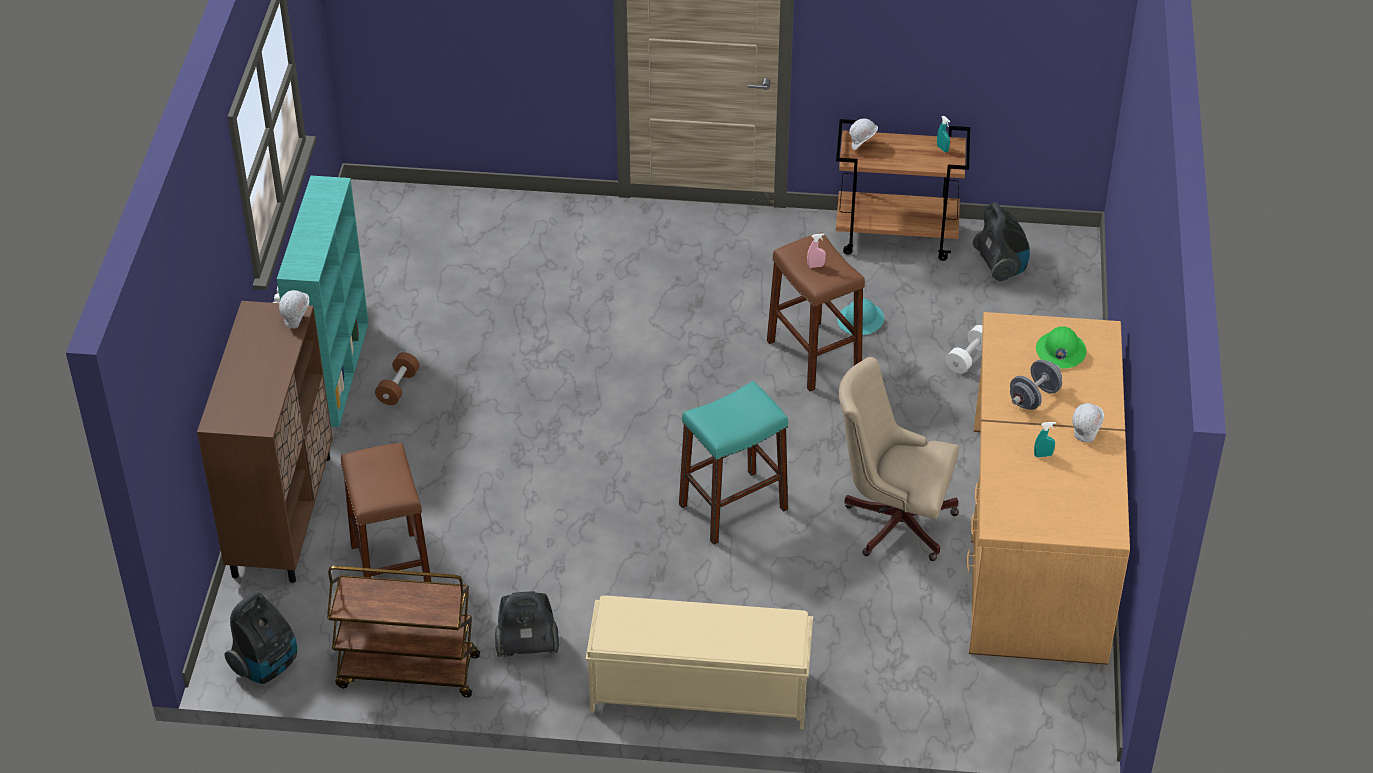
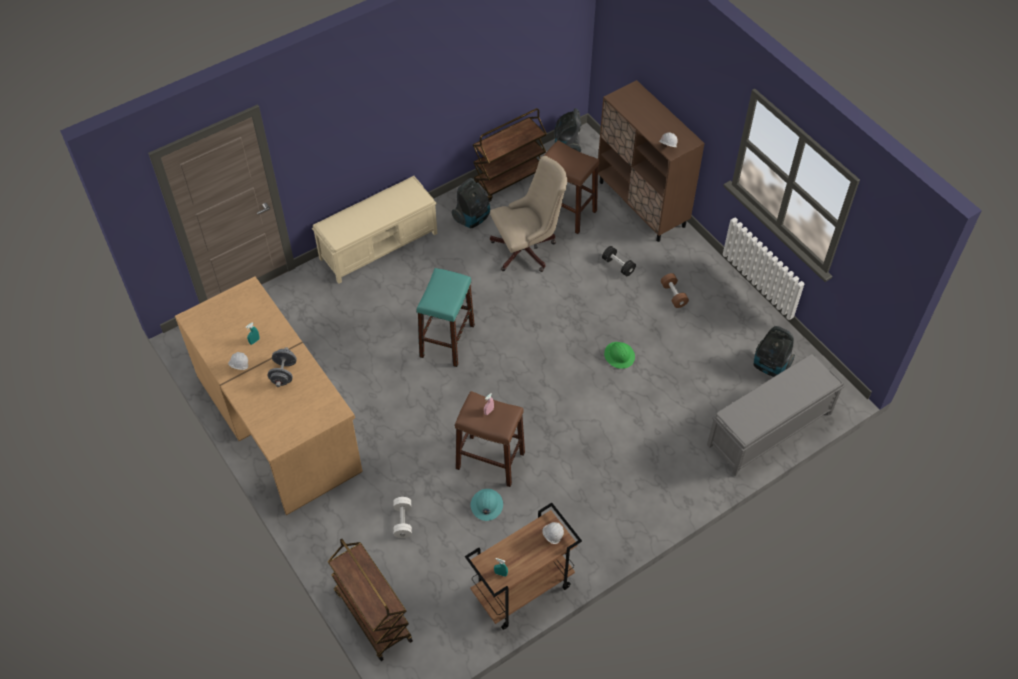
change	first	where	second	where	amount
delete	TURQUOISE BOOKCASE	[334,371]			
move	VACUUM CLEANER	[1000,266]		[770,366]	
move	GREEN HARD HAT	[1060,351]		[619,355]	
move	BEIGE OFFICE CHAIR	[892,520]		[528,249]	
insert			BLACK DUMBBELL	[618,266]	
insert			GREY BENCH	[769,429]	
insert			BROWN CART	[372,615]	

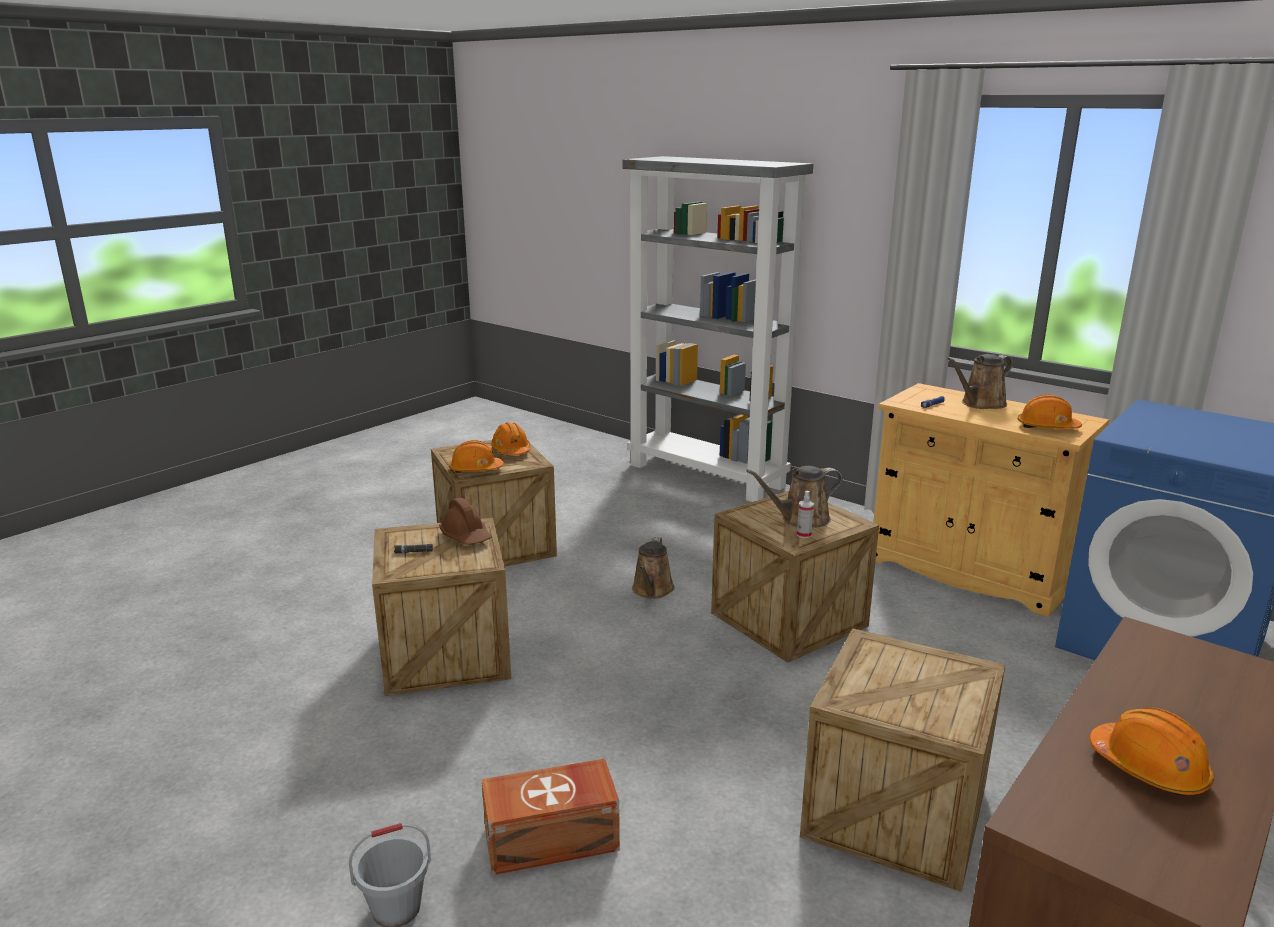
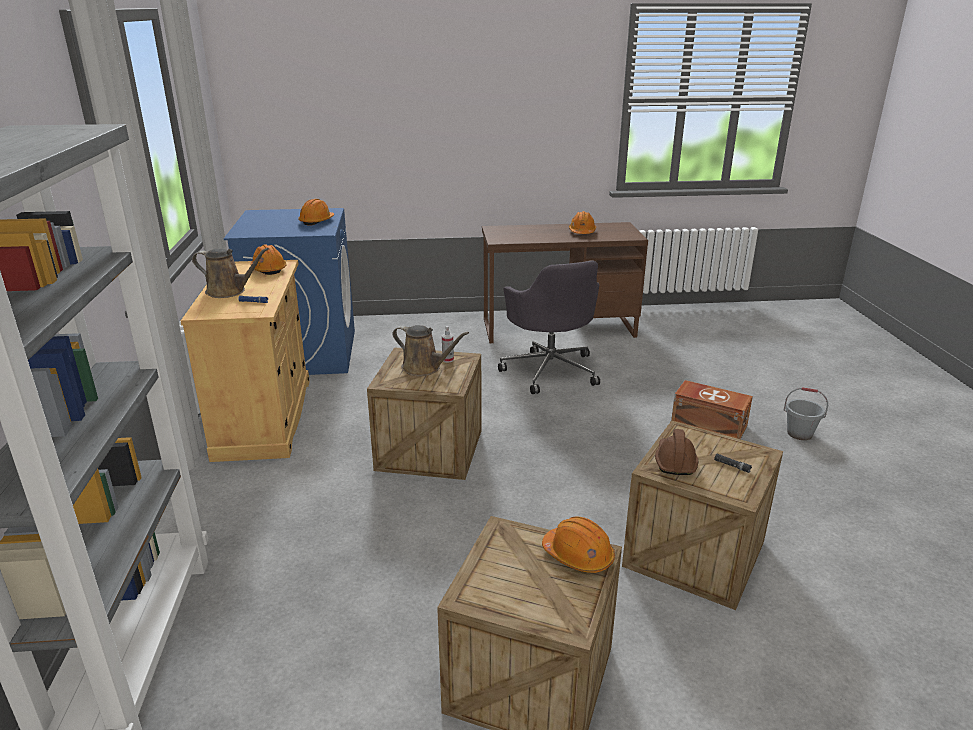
change	first	where	second	where	amount
move	ORANGE HARD HAT	[511,451]		[316,221]	
delete	BROWN WATERING CAN	[652,590]			
replace	CRATE	[895,812]	GREY OFFICE CHAIR	[550,370]	

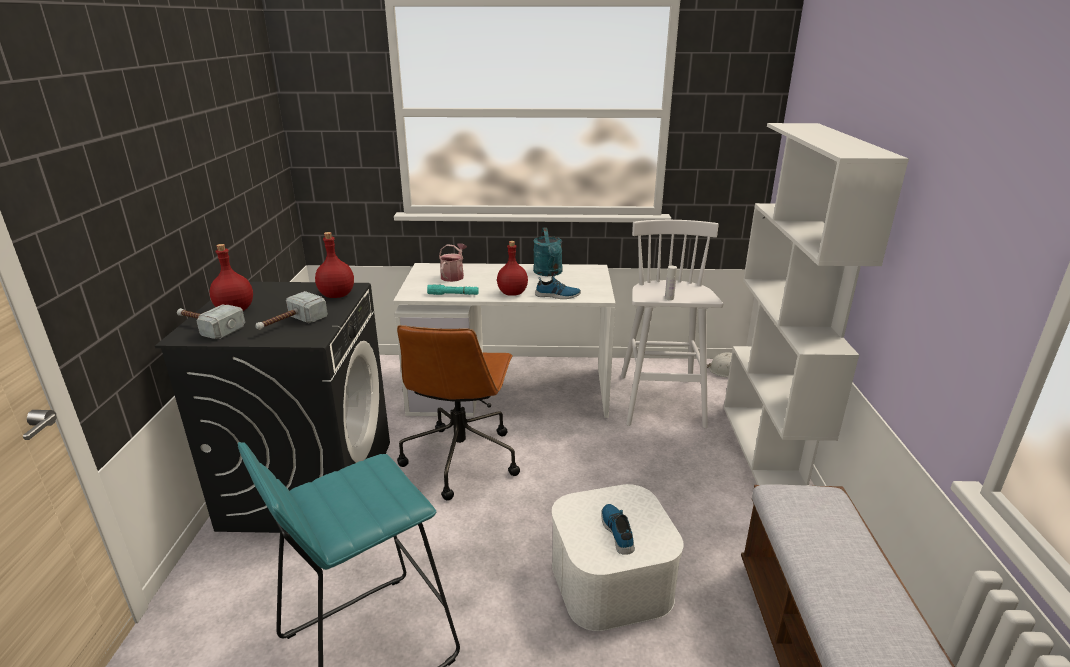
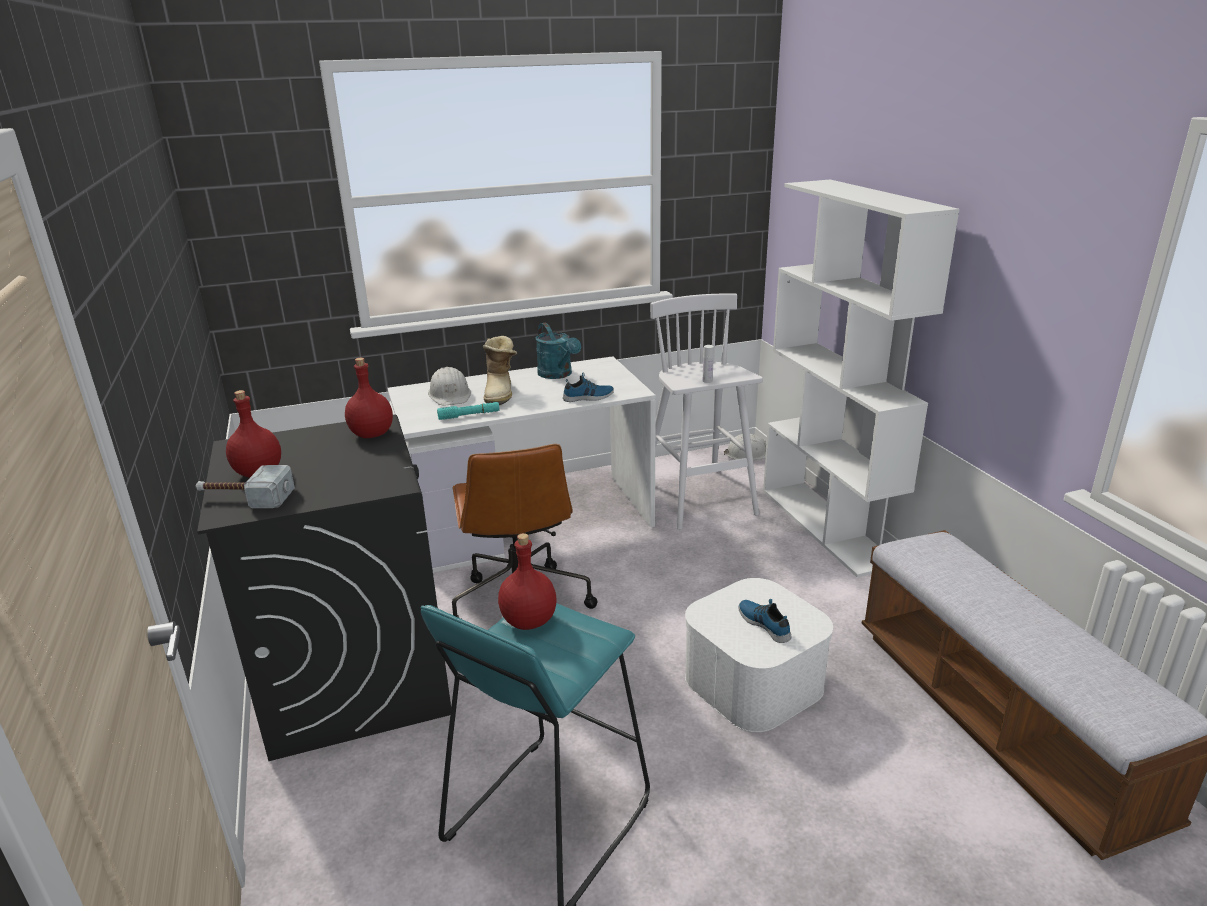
change	first	where	second	where	amount
move	RED BOTTLE	[513,293]		[530,621]	
replace	WATERING CAN	[453,276]	WHITE HARD HAT	[450,395]	
delete	HAMMER	[290,324]			
insert			BOOT	[501,393]	

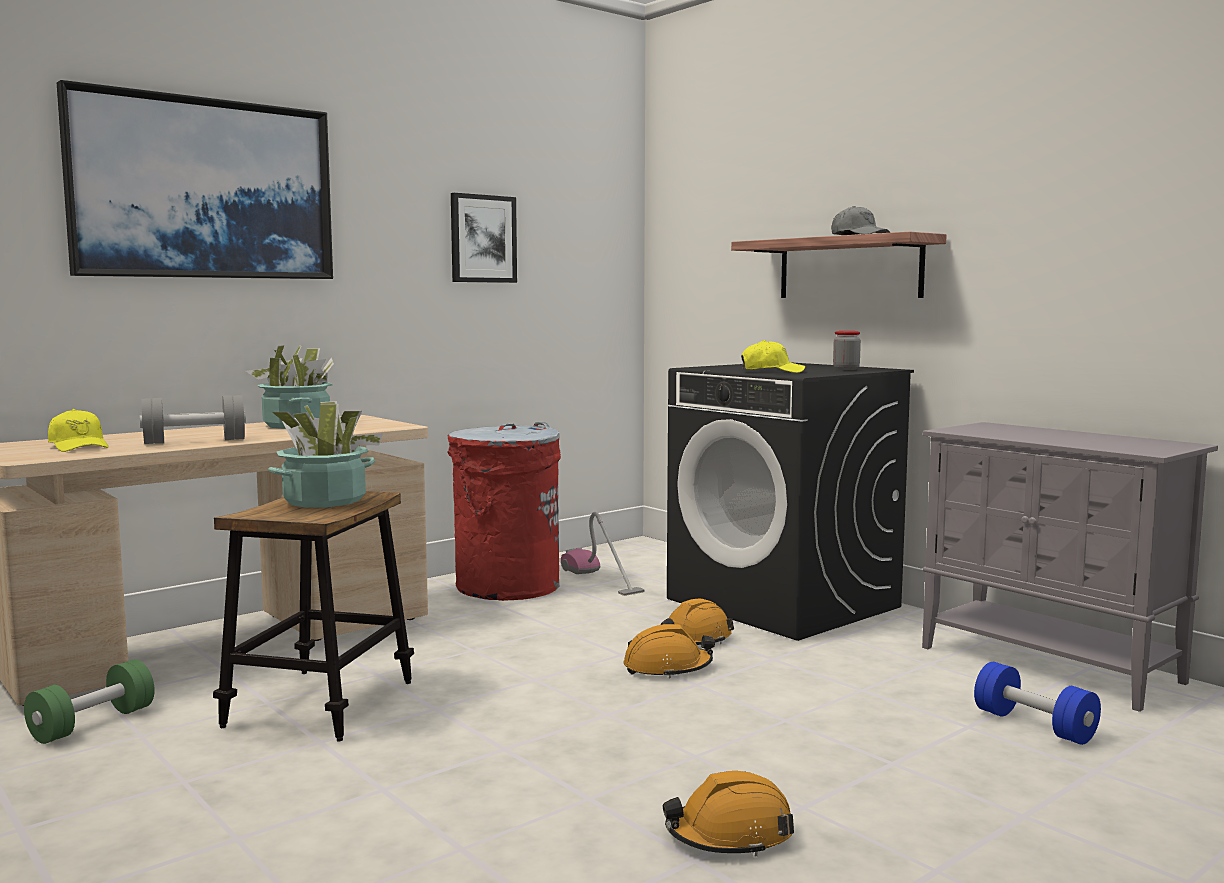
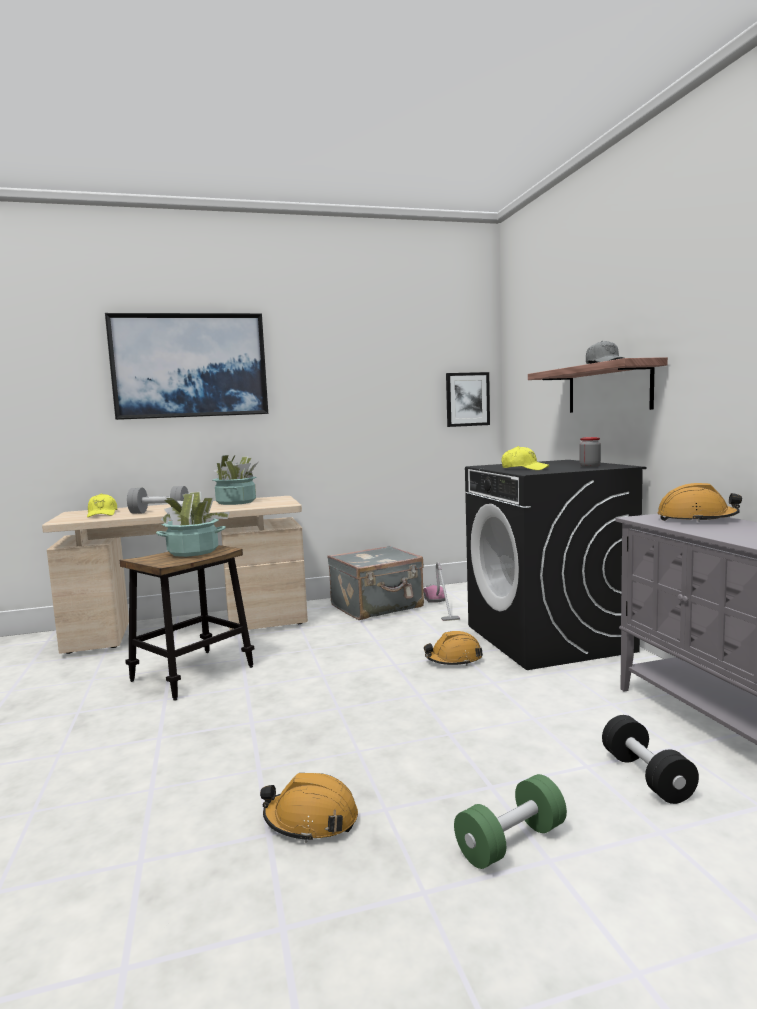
change	first	where	second	where	amount
move	PICTURE	[483,239]		[467,399]	
replace	RED TRASH CAN	[506,586]	GREY SUITCASE	[378,607]	
move	ORANGE HARD HAT	[667,668]		[696,519]	
move	GREEN DUMBBELL	[93,724]		[511,842]	
recolor	BLUE DUMBBELL	[1034,726]	BLACK DUMBBELL	[646,776]	

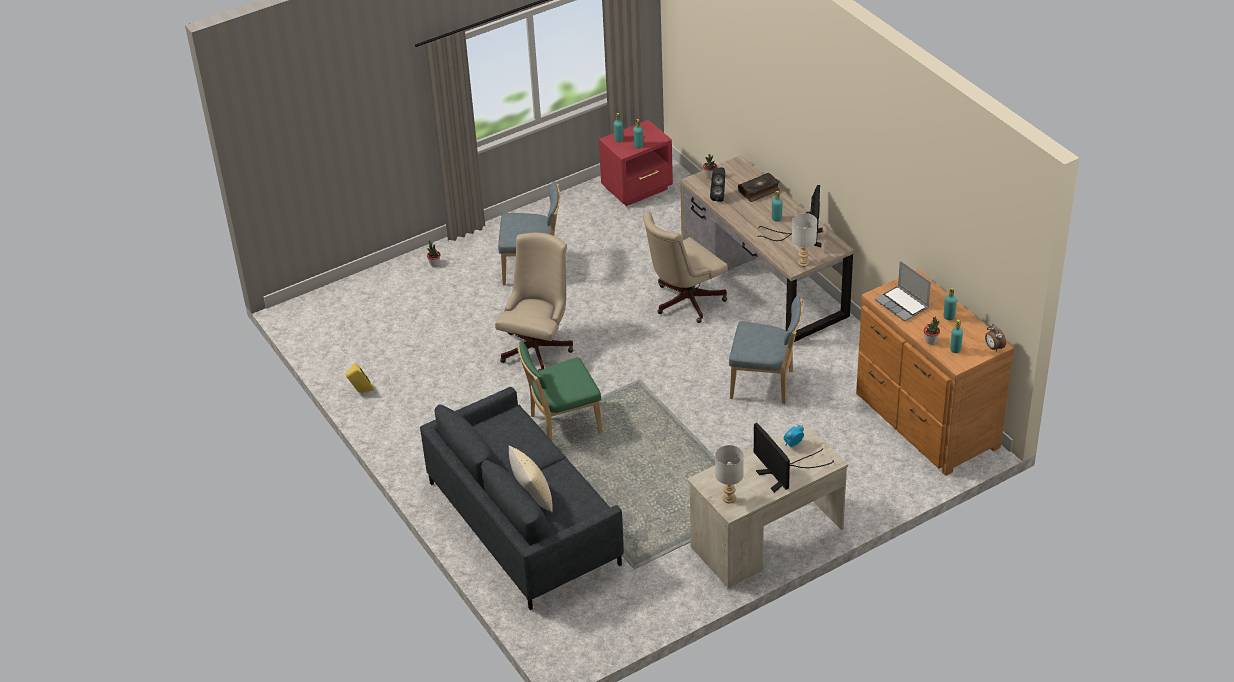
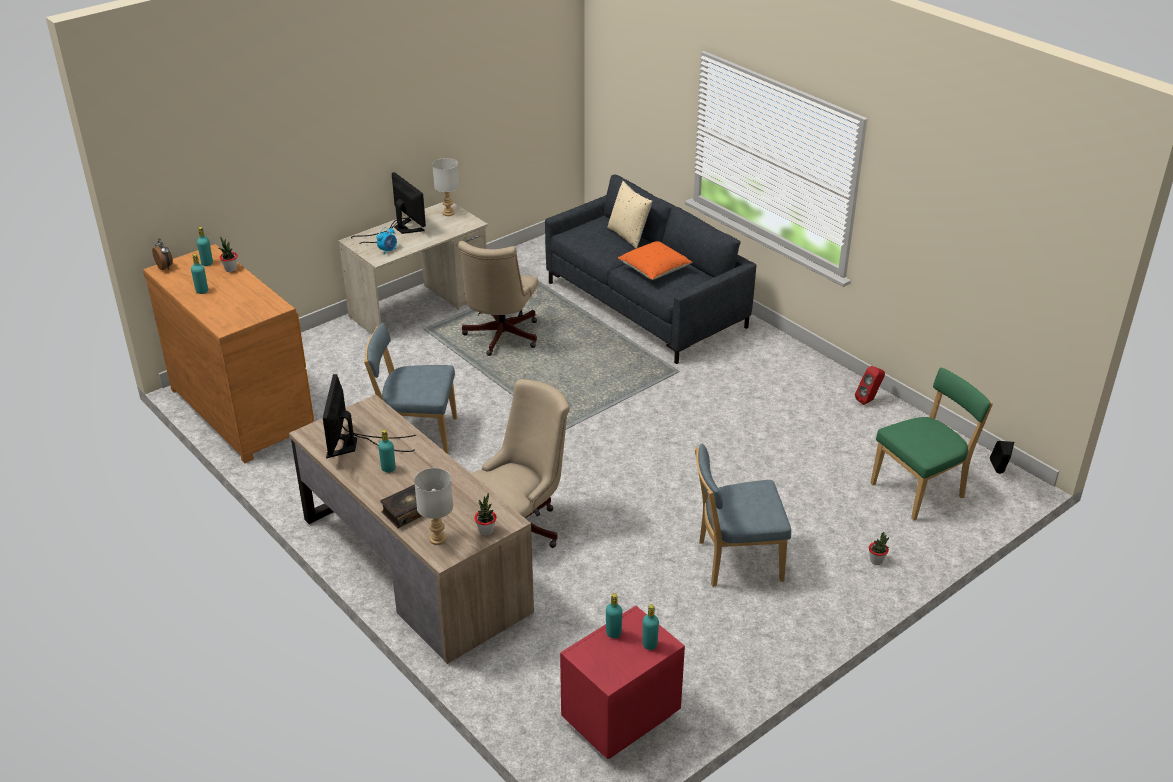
change	first	where	second	where	amount
move	BLACK SPEAKER	[719,196]		[998,472]	
move	GREY TABLE LAMP	[803,263]		[437,538]	
move	BEIGE OFFICE CHAIR	[538,346]		[500,338]	
delete	LAPTOP	[902,305]			
move	GREEN CHAIR	[562,425]		[921,490]	
recolor	YELLOW SPEAKER	[361,391]	RED SPEAKER	[868,400]	
insert			ORANGE PILLOW	[654,270]	

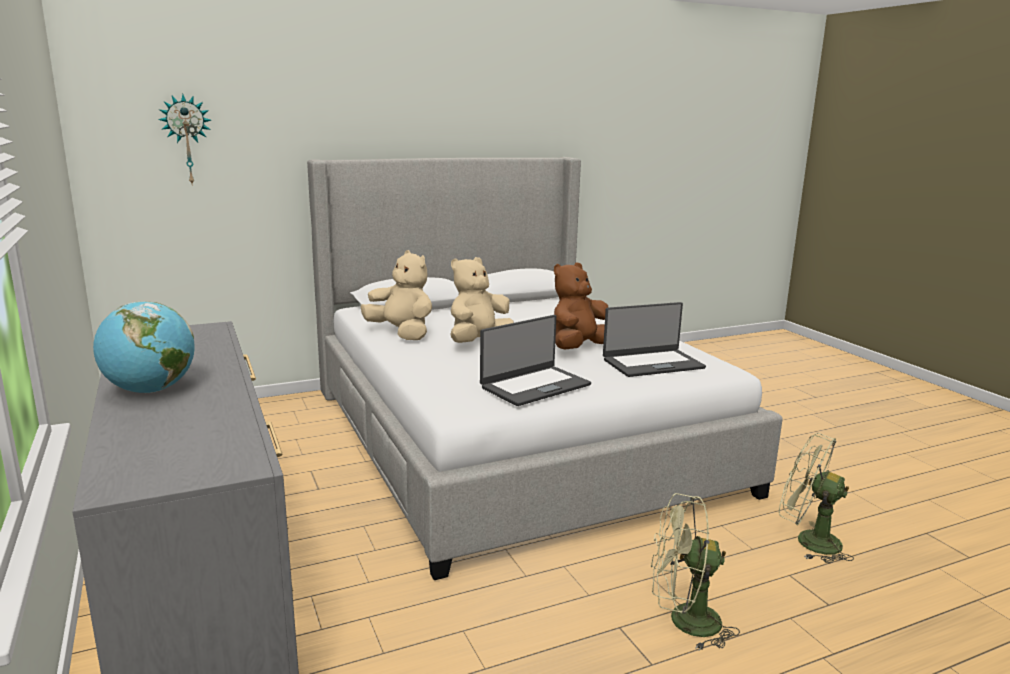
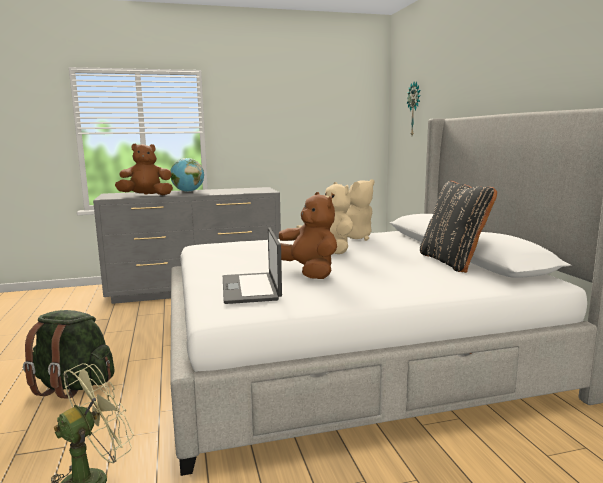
change	first	where	second	where	amount
delete	LAPTOP	[534,386]			
replace	GREEN FAN	[684,622]	GREEN BACKPACK	[73,386]	
insert			BROWN PLUSH TOY	[146,196]	
insert			BLACK PILLOW	[452,262]	

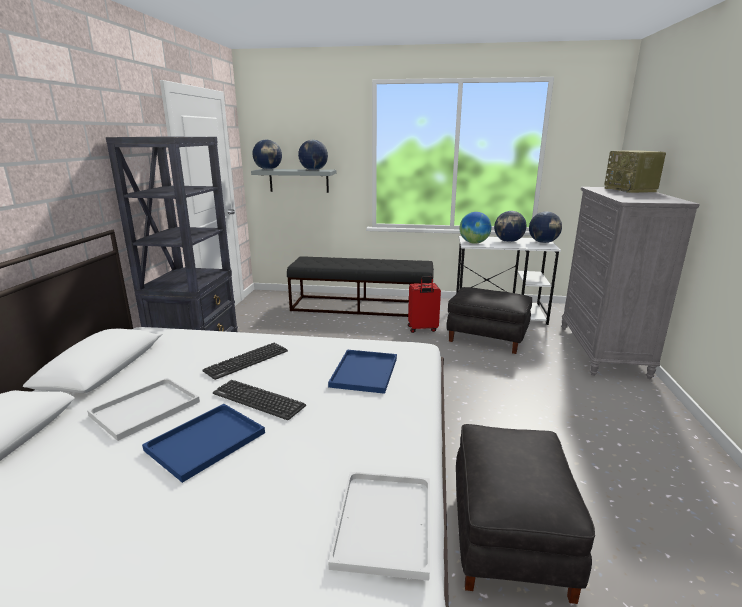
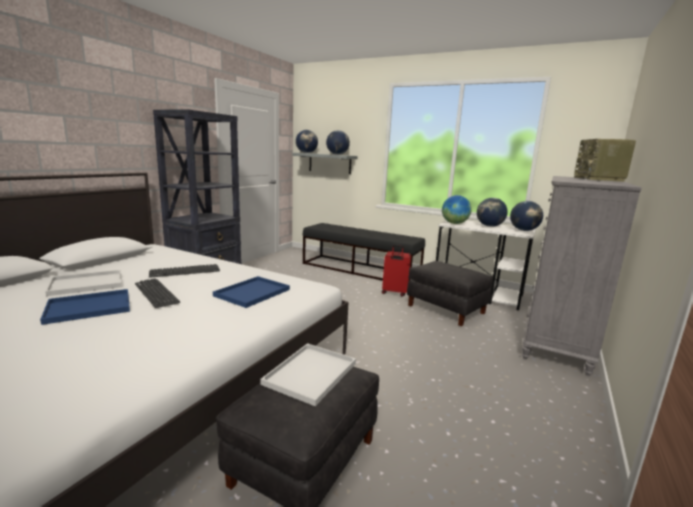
change	first	where	second	where	amount
move	WHITE TRAY	[385,525]		[310,374]	

